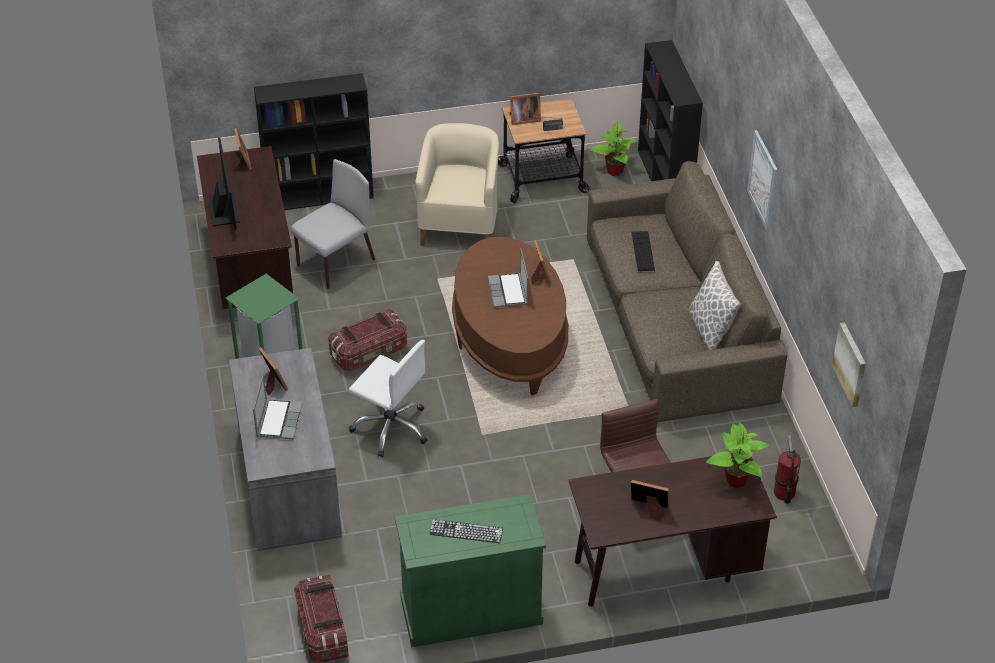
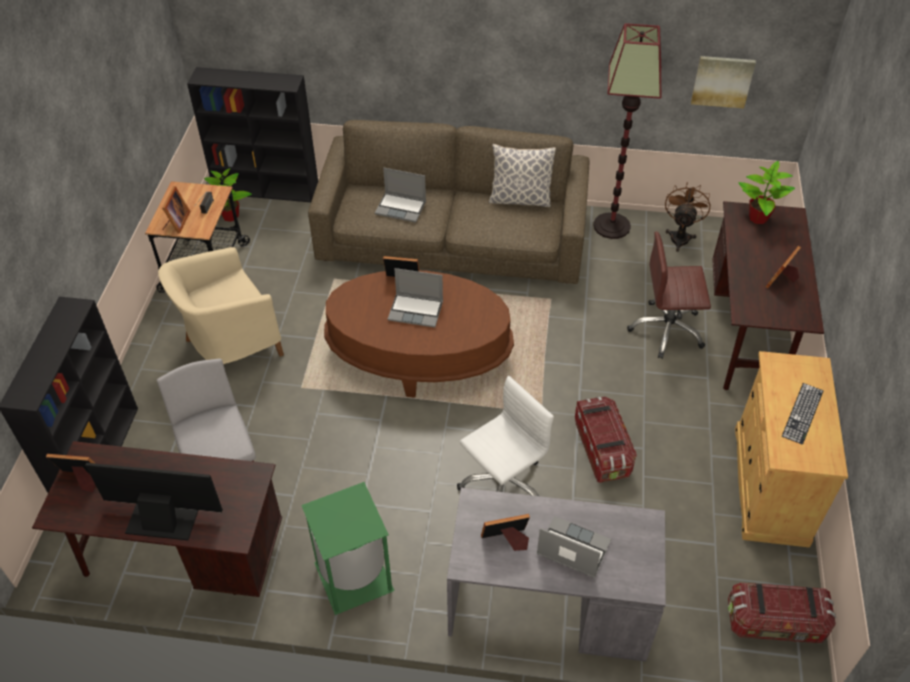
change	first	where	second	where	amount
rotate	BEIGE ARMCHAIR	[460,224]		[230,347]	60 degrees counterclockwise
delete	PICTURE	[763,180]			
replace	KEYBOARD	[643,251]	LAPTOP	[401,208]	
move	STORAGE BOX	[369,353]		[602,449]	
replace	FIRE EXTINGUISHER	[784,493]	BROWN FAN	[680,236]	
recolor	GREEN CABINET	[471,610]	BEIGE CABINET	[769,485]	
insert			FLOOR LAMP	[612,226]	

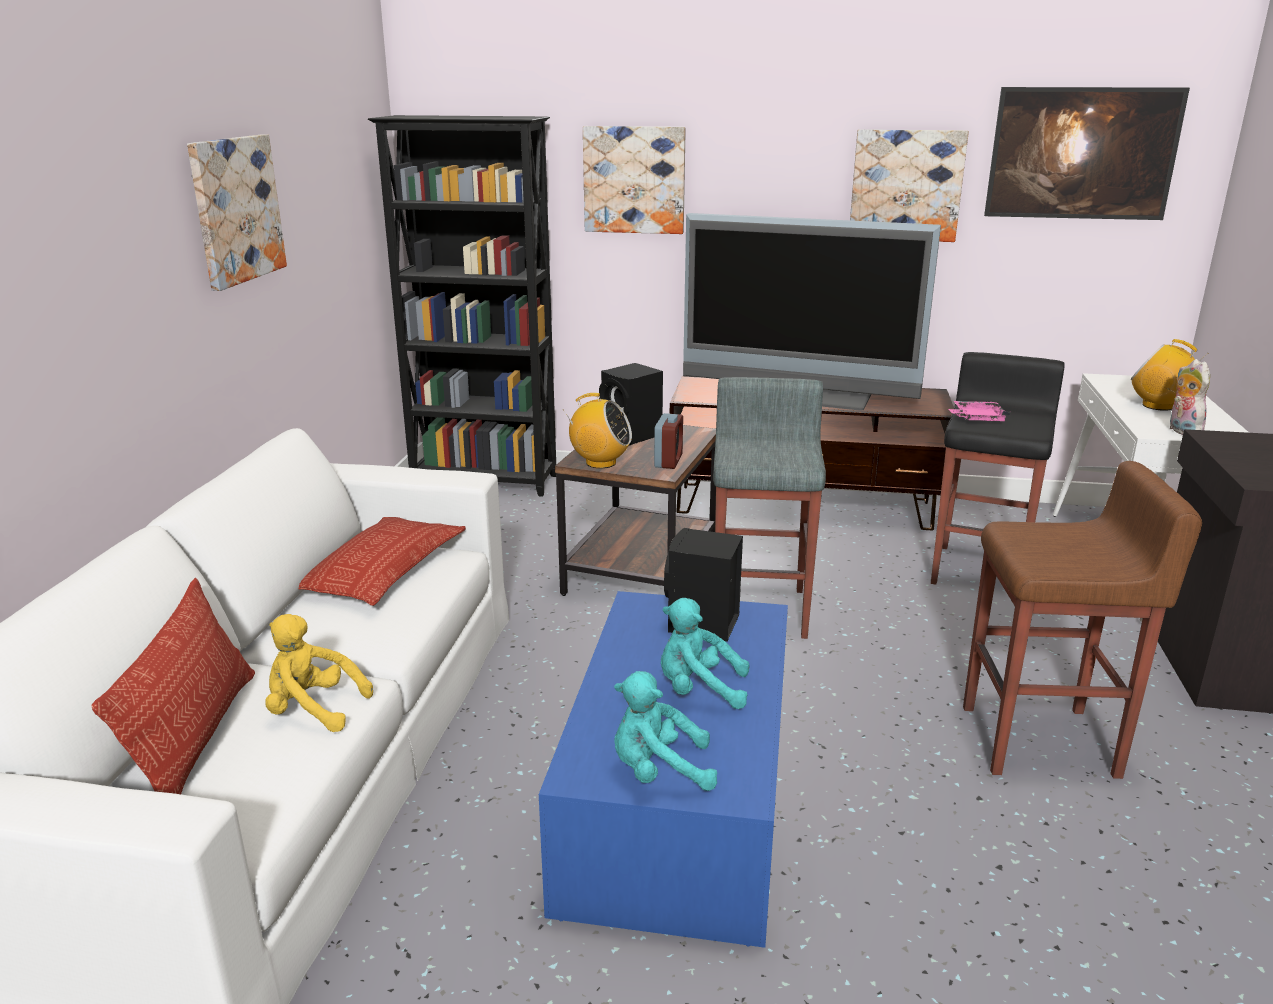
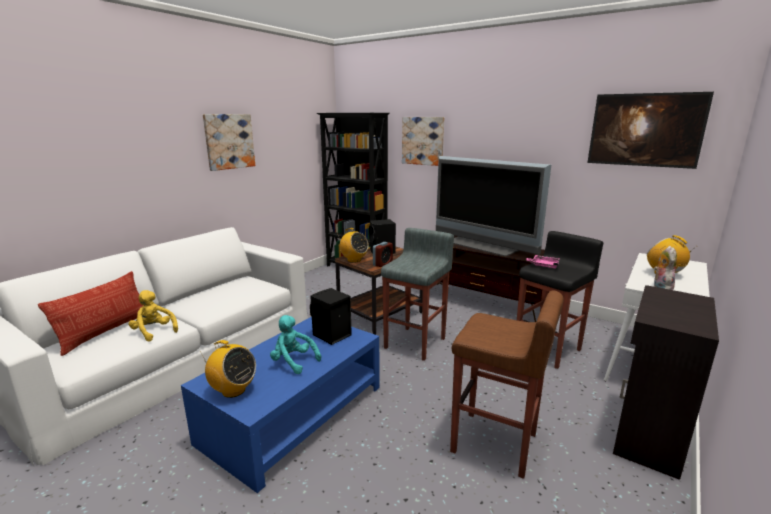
change	first	where	second	where	amount
delete	PICTURE	[906,185]			
delete	PILLOW	[382,569]			
replace	TURQUOISE PLUSH TOY	[658,771]	RADIO	[233,390]	

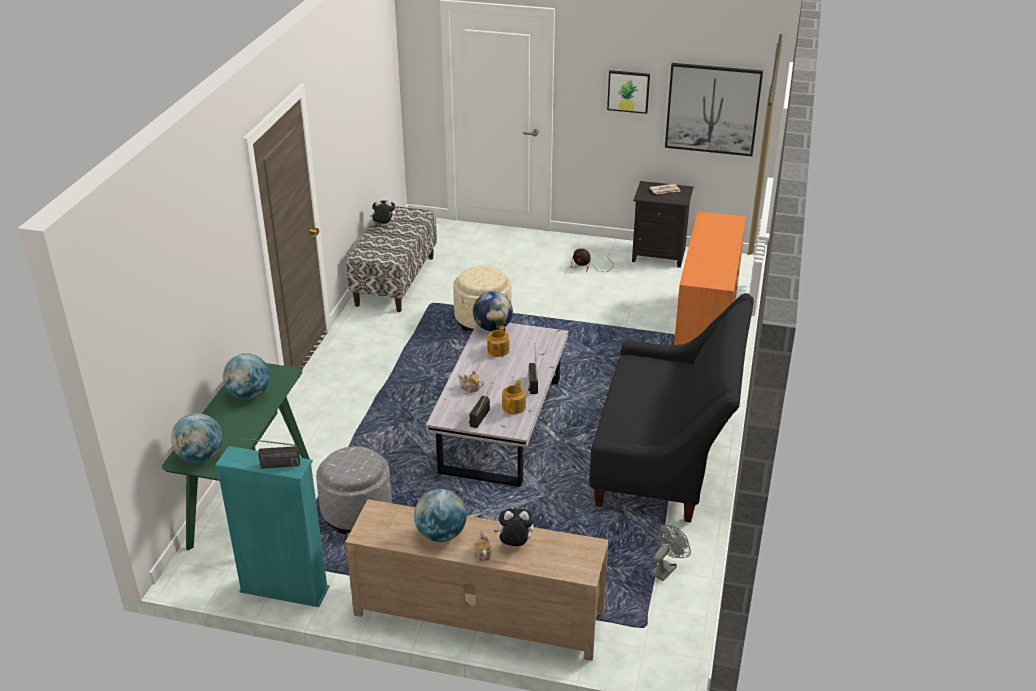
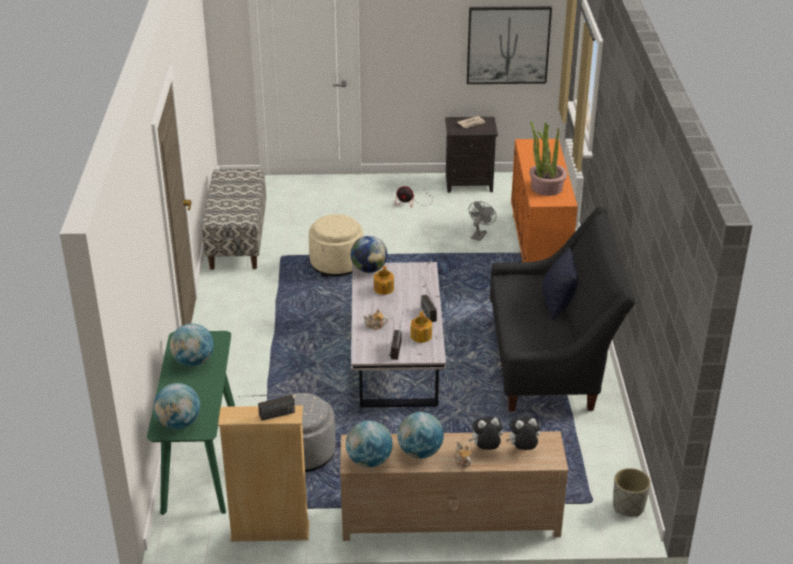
change	first	where	second	where	amount
delete	PICTURE	[628,91]			
move	PLUSH TOY	[384,226]		[523,449]	
recolor	TURQUOISE BOOKCASE	[284,590]	BEIGE BOOKCASE	[270,531]	
move	GREY FAN	[666,568]		[479,234]	
insert			POTTED PLANT	[546,187]	
insert			BLACK PILLOW	[558,303]	
insert			GLOBE	[369,461]	
insert			GREY PLANTER	[628,506]	

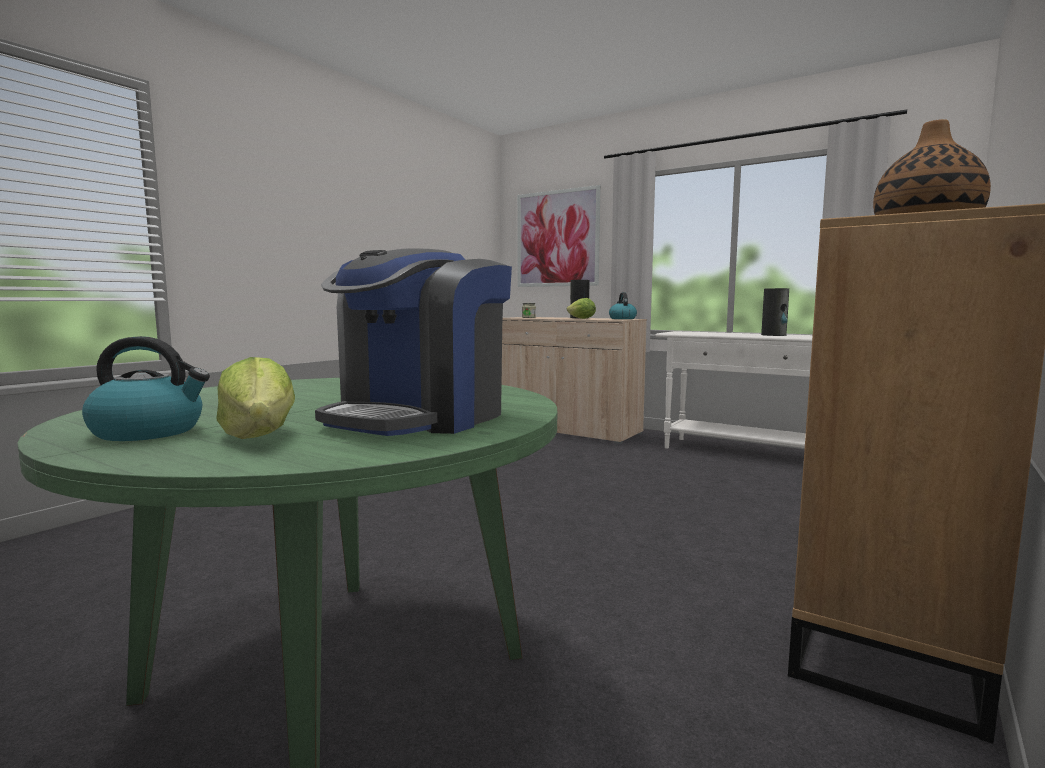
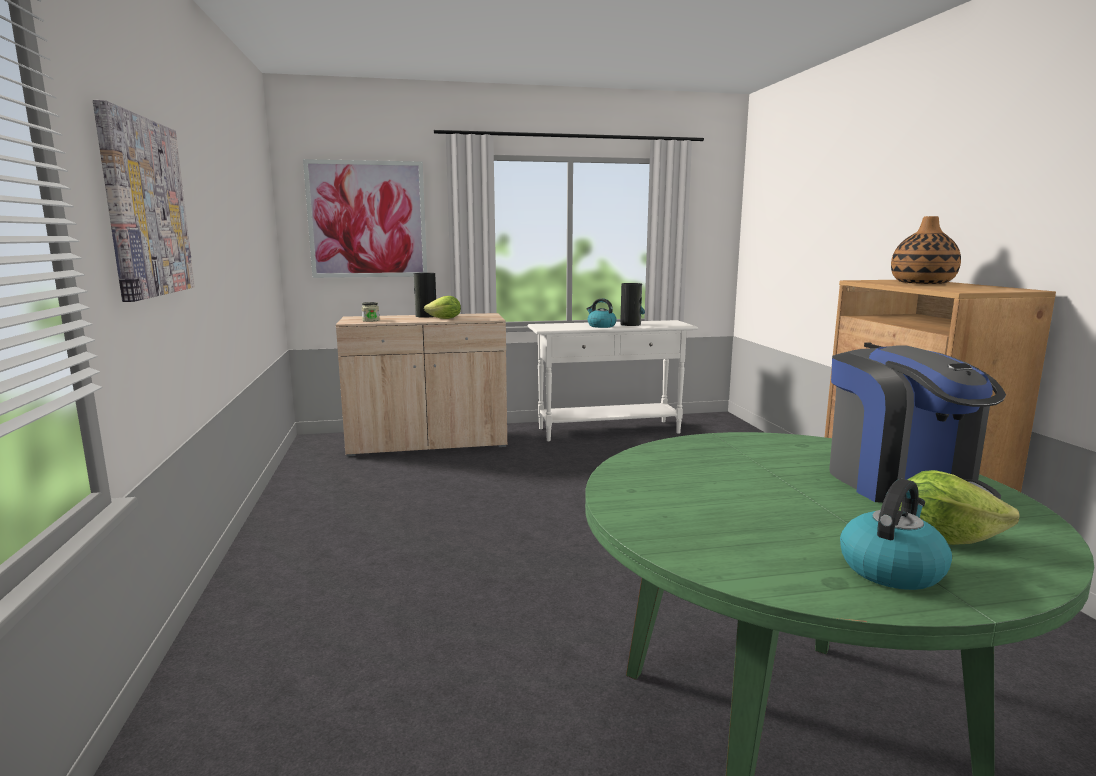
change	first	where	second	where	amount
move	KETTLE	[622,318]		[601,326]	
insert			PICTURE	[145,208]	

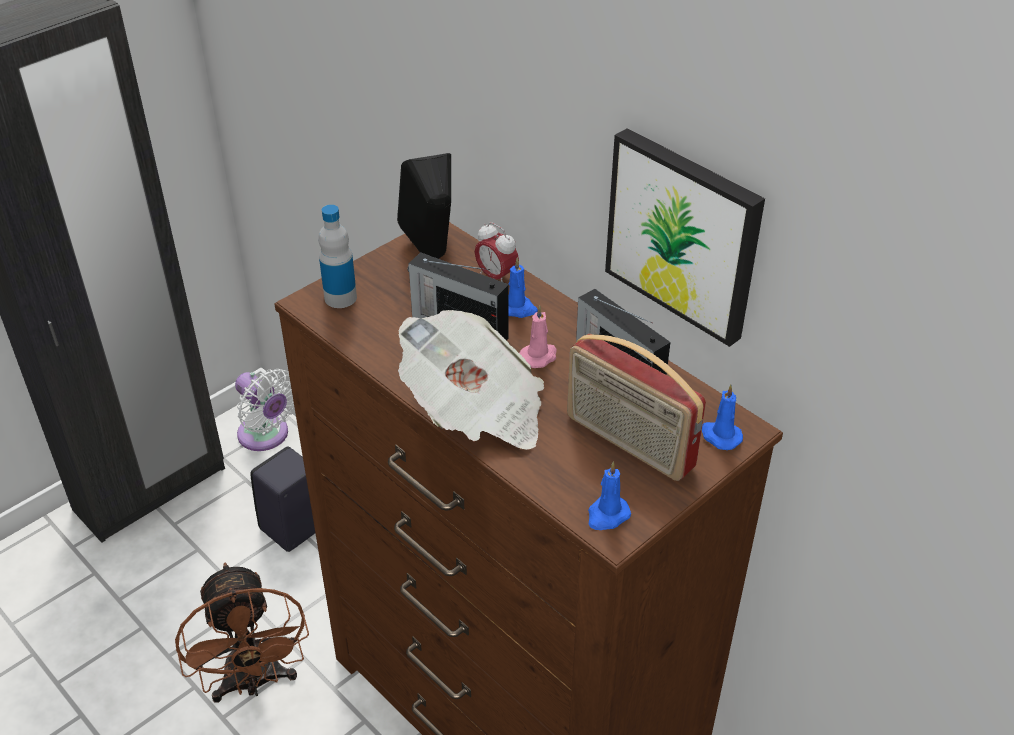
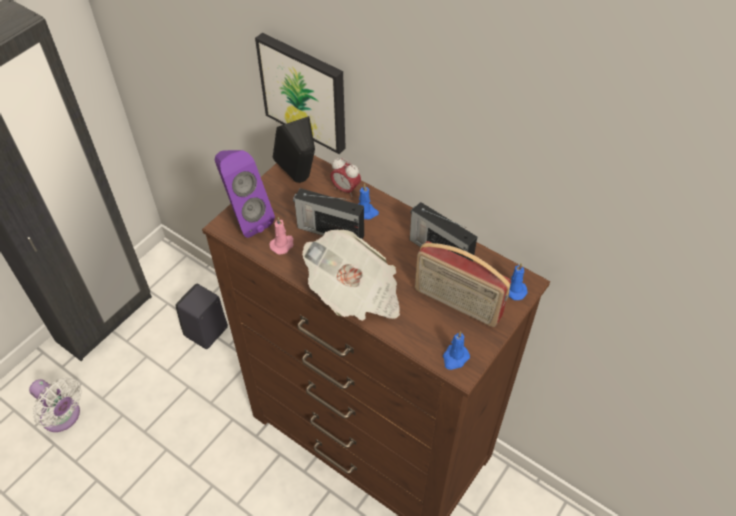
change	first	where	second	where	amount
move	PICTURE	[684,234]		[305,92]	
replace	BOTTLE	[340,298]	PURPLE SPEAKER	[246,219]	
move	PINK CANDLE	[539,356]		[282,244]	
move	WHITE FAN	[266,436]		[63,417]	
delete	BROWN FAN	[254,683]			

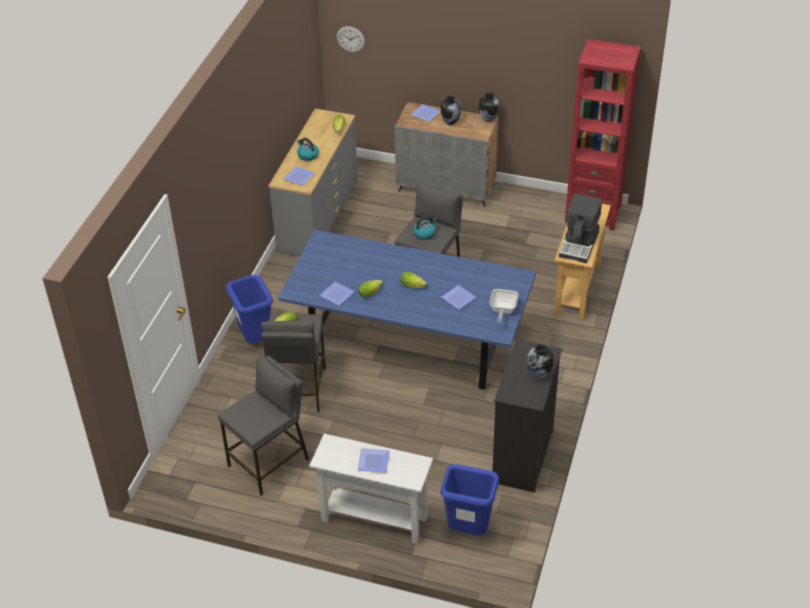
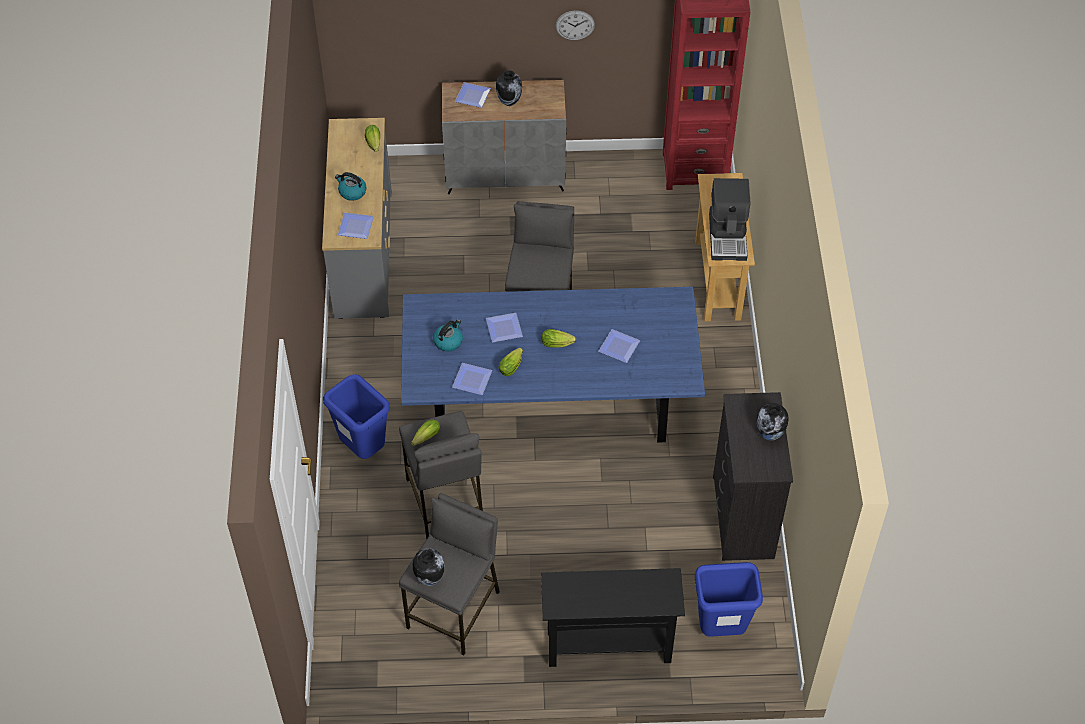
change	first	where	second	where	amount
move	WALL CLOCK	[350,39]		[575,25]	
move	VASE	[488,119]		[429,578]	
move	KETTLE	[424,233]		[448,341]	
delete	FRYING PAN	[502,311]			
recolor	WHITE CONSOLE TABLE	[374,519]	BLACK CONSOLE TABLE	[608,646]	
move	PLATE	[372,462]		[503,330]	

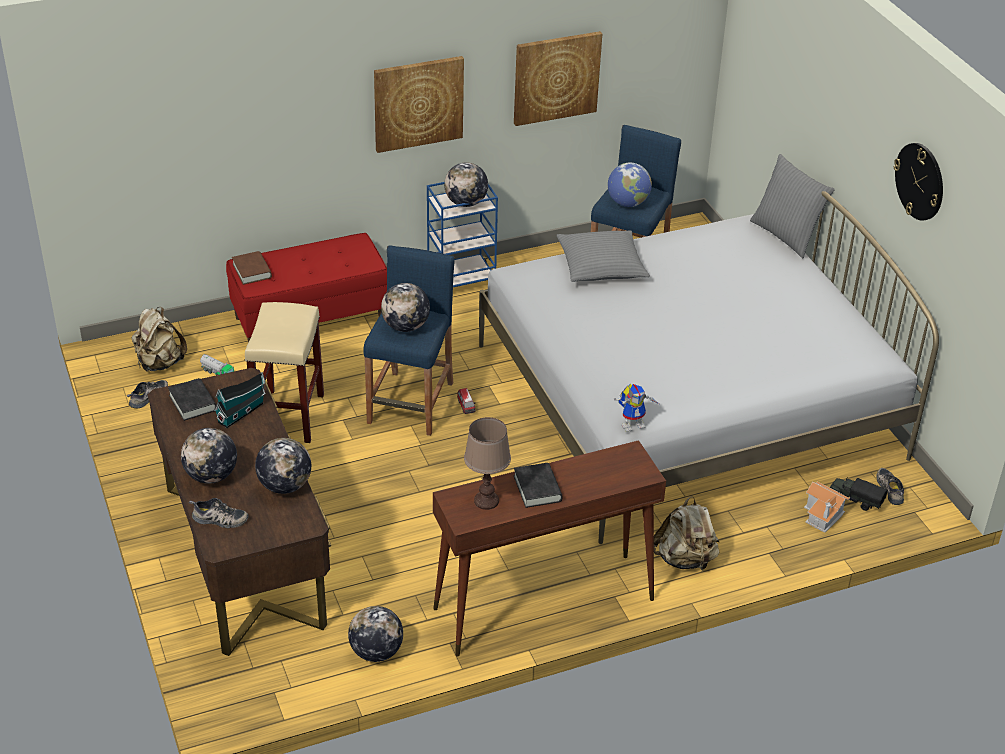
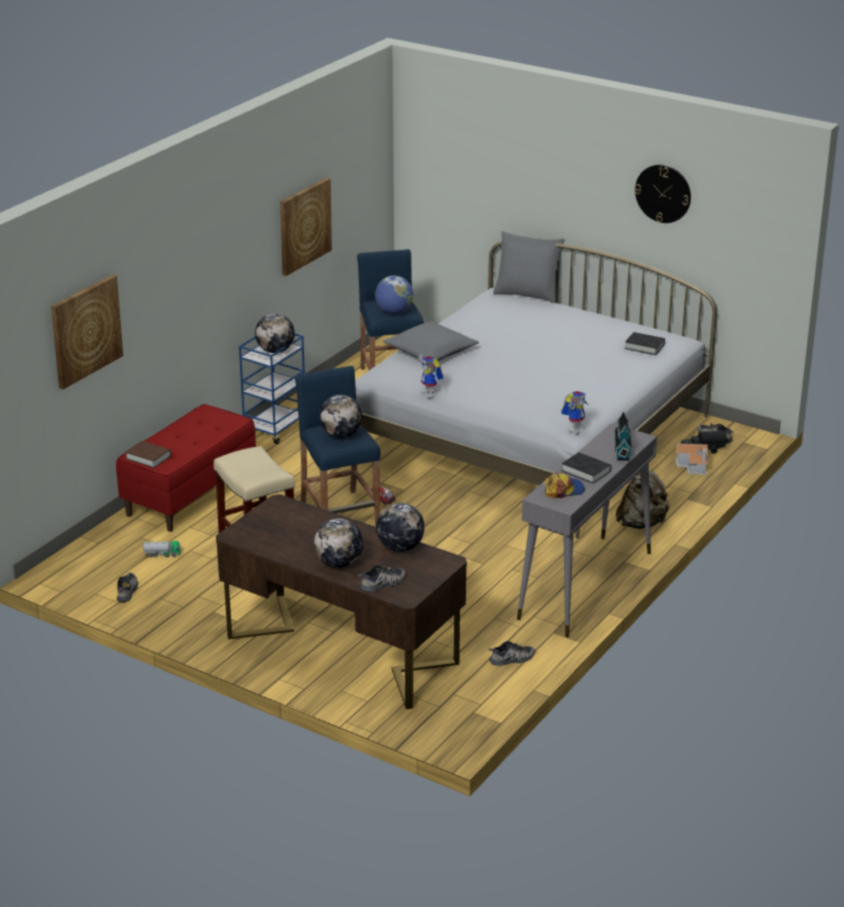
change	first	where	second	where	amount
move	PICTURE	[418,103]		[85,330]	
delete	BEIGE BACKPACK	[159,363]			
move	TOY HOUSE	[242,412]		[622,449]	
move	BLACK BOOK	[192,403]		[644,346]	
replace	BROWN TABLE LAMP	[486,501]	CAP	[563,490]	
recolor	BROWN CONSOLE TABLE	[543,604]	GREY CONSOLE TABLE	[585,586]	
replace	GLOBE	[376,652]	SHOE	[512,659]	
insert			TOY ROBOT	[431,394]	

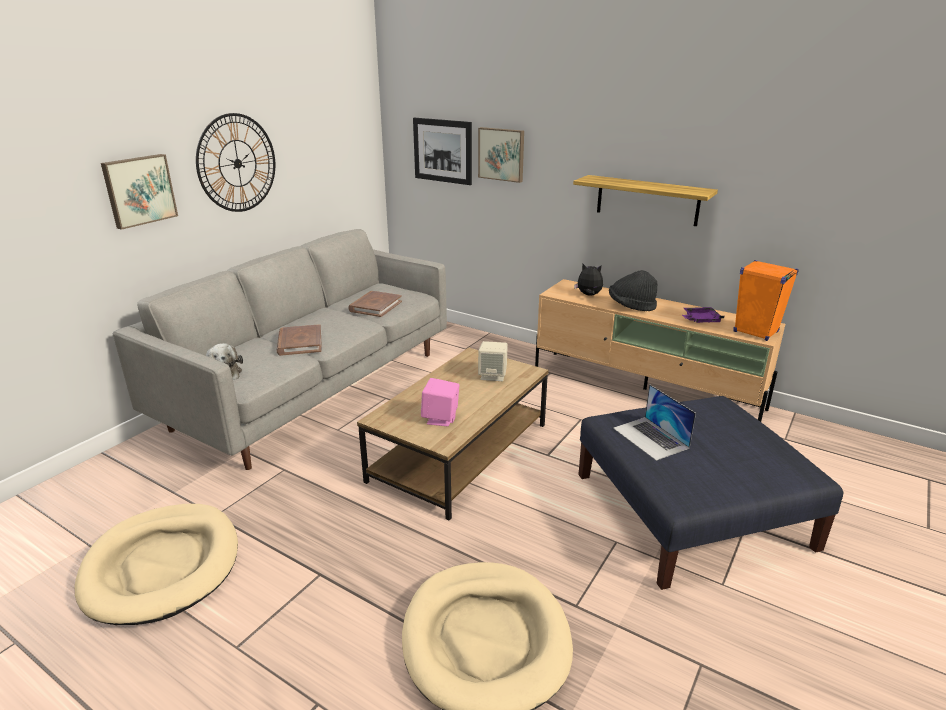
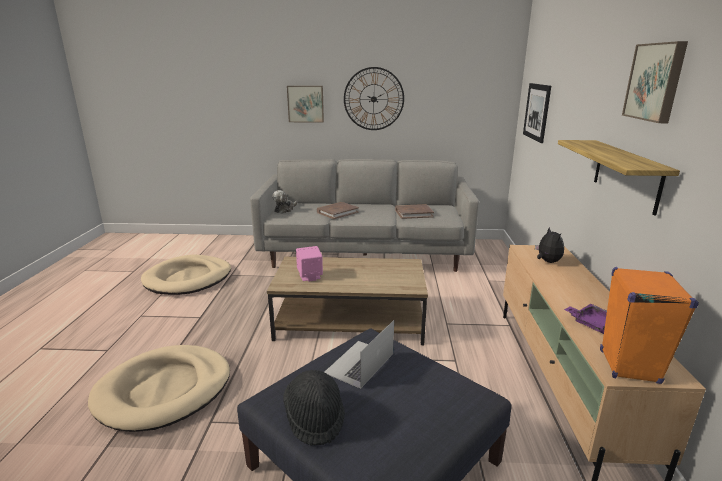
change	first	where	second	where	amount
move	PICTURE	[502,154]		[656,82]	
move	BLACK HAT	[631,306]		[315,418]	
delete	BEIGE SPEAKER	[493,375]			

